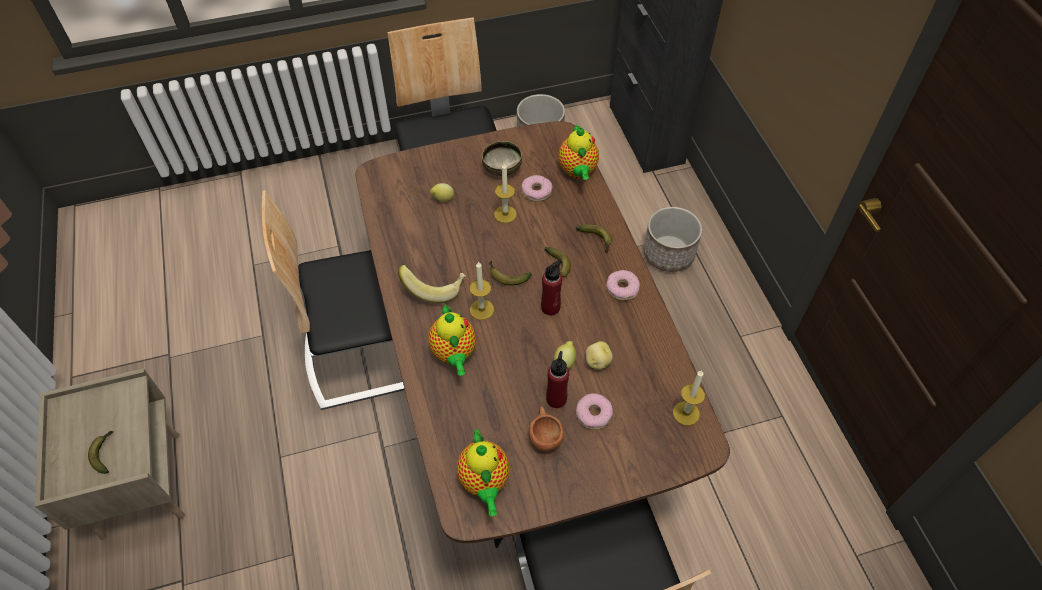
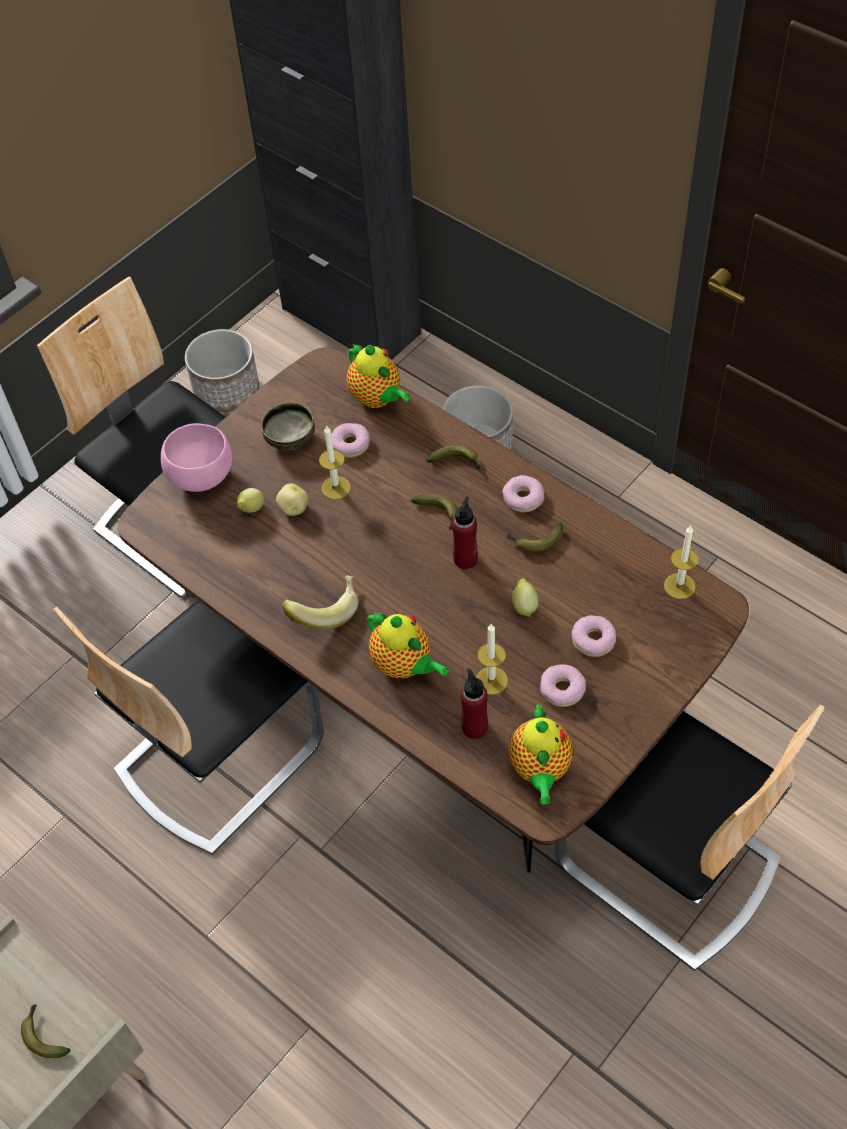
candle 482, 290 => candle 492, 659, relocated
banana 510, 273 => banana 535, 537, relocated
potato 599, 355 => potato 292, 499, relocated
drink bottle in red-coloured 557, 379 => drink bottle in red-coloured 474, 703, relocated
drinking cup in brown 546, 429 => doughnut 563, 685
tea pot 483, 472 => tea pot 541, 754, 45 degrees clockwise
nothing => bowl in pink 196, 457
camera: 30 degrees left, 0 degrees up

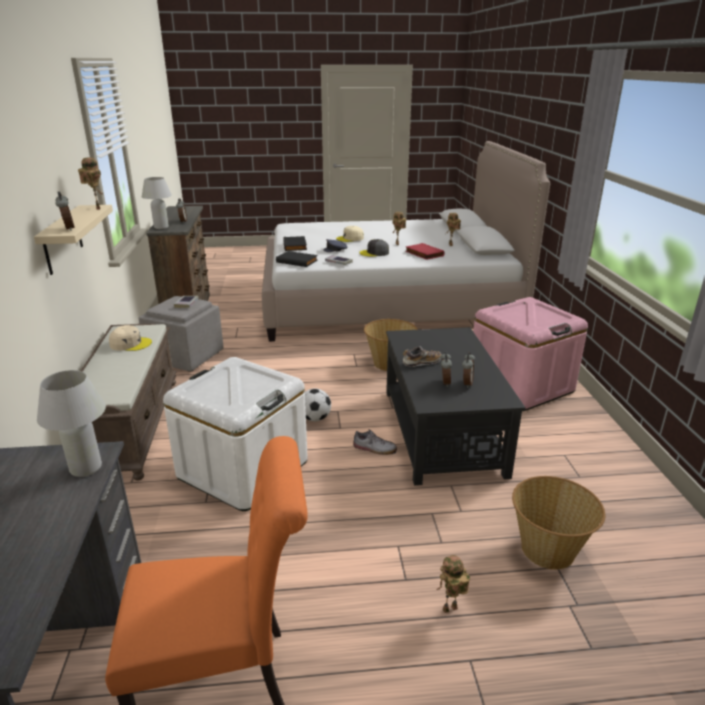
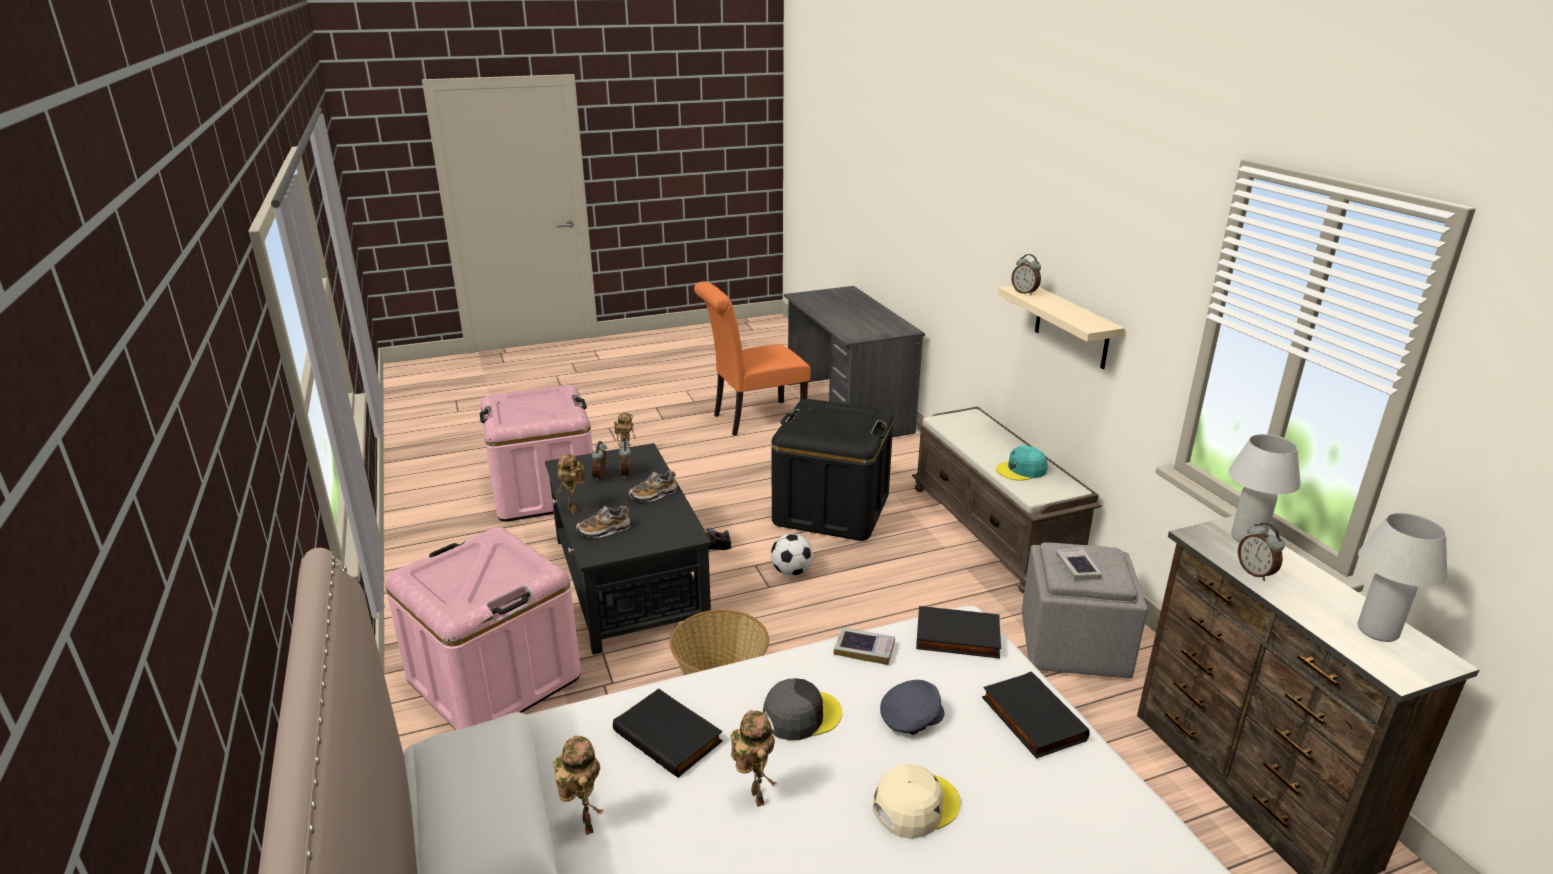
model robot 90, 183 => model robot 571, 484, relocated
volume in red-coloured 424, 251 => volume in blackish 668, 733
cap in beige-coloured 130, 338 => cap in turquoise 1021, 463
storage box in white 235, 434 => storage box in blackish 832, 470
tabletop lamp in white 71, 423 => tabletop lamp in white 1402, 577, relocated
household basket 559, 523 => storage box in pink 536, 453
nothing => item of footwear 603, 522
camera: 165 degrees right, 0 degrees up

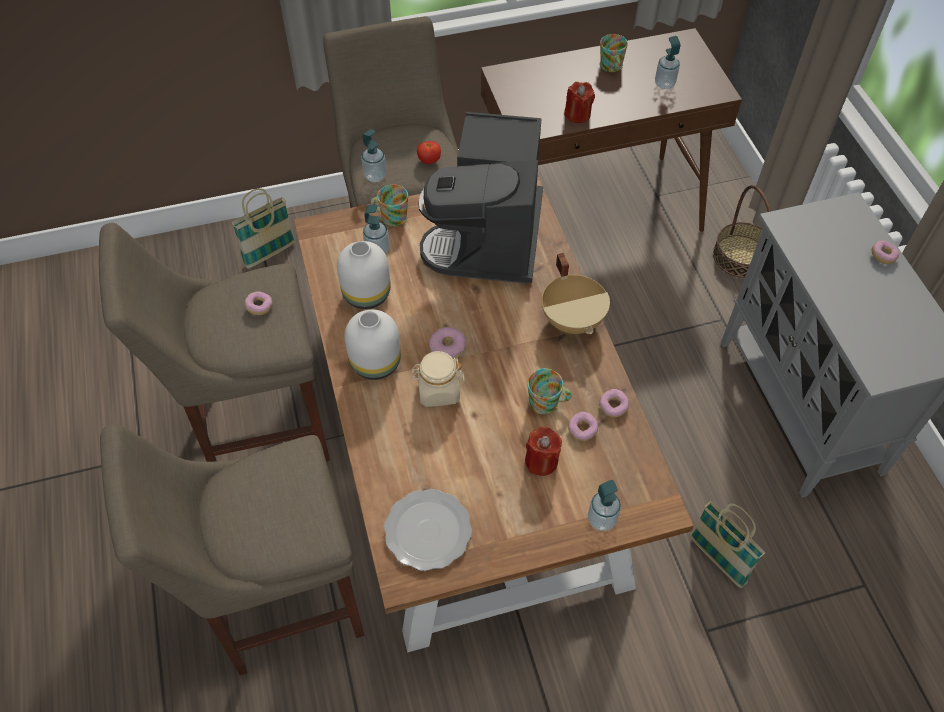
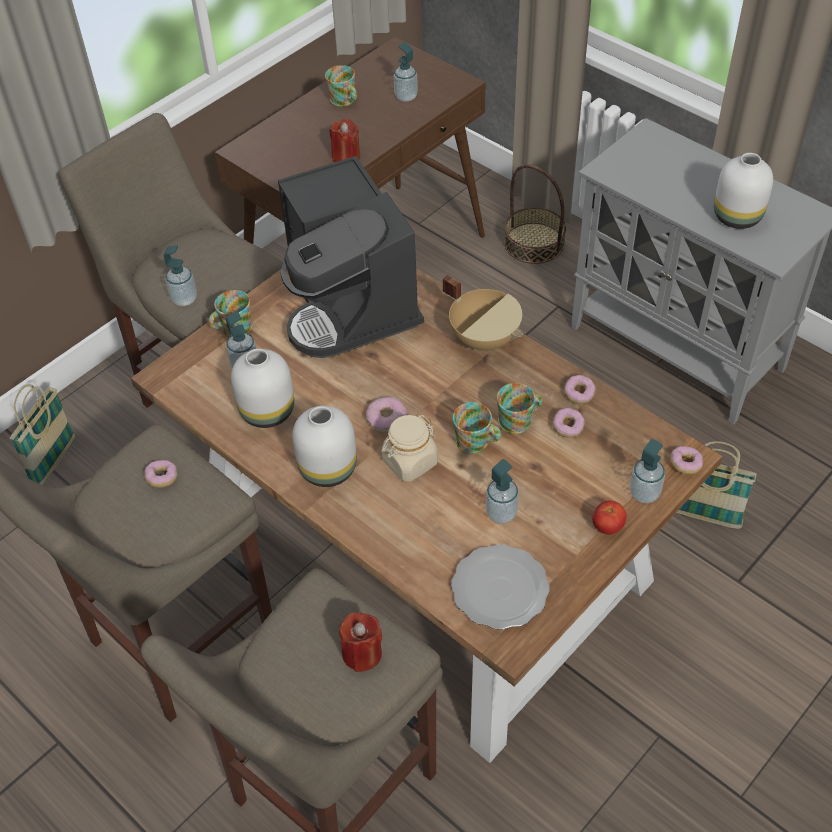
tomato 429, 152 => tomato 609, 517, relocated
doughnut 885, 252 => doughnut 686, 460, relocated
candle in red-coloured 543, 451 => candle in red-coloured 360, 642, relocated
nothing => vase in white 743, 191
nothing => tea mug 477, 428
nothing => soap dispenser 502, 491
camera: 30 degrees left, 5 degrees down

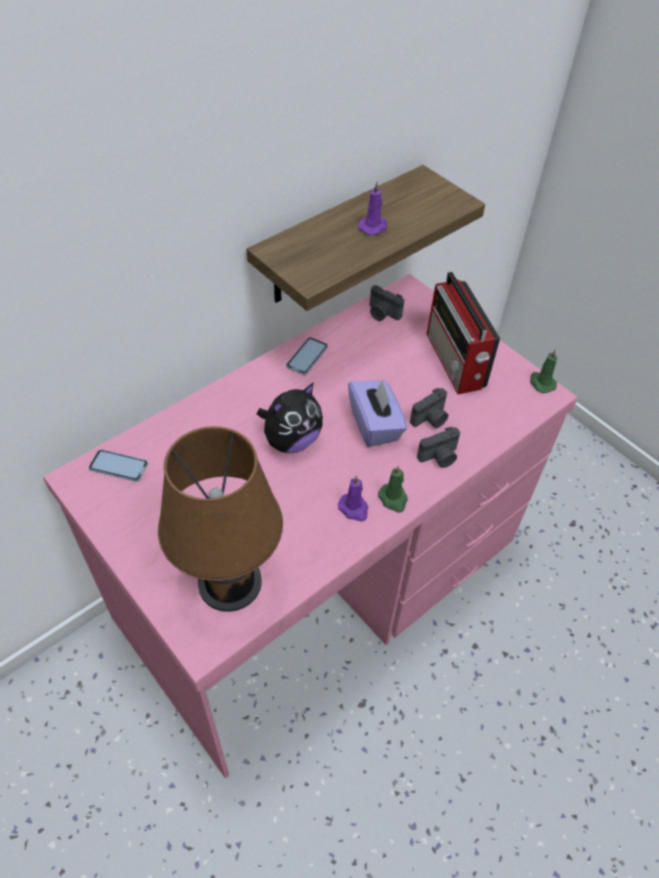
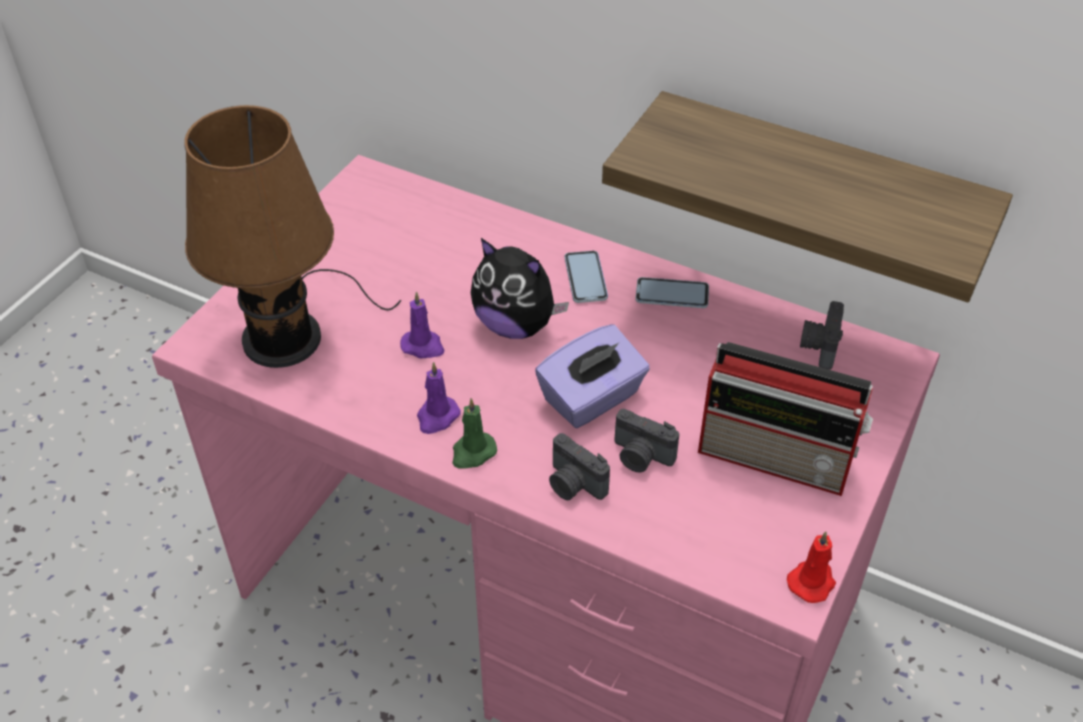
candle in purple-coloured 372, 208 => candle in purple-coloured 422, 325, relocated
radio receiver 463, 332 => radio receiver 785, 419, 120 degrees counterclockwise
candle in green-coloured 543, 371 => candle in red-coloured 811, 567
phone 118, 465 => phone 586, 277, relocated
camera: 70 degrees right, 5 degrees down

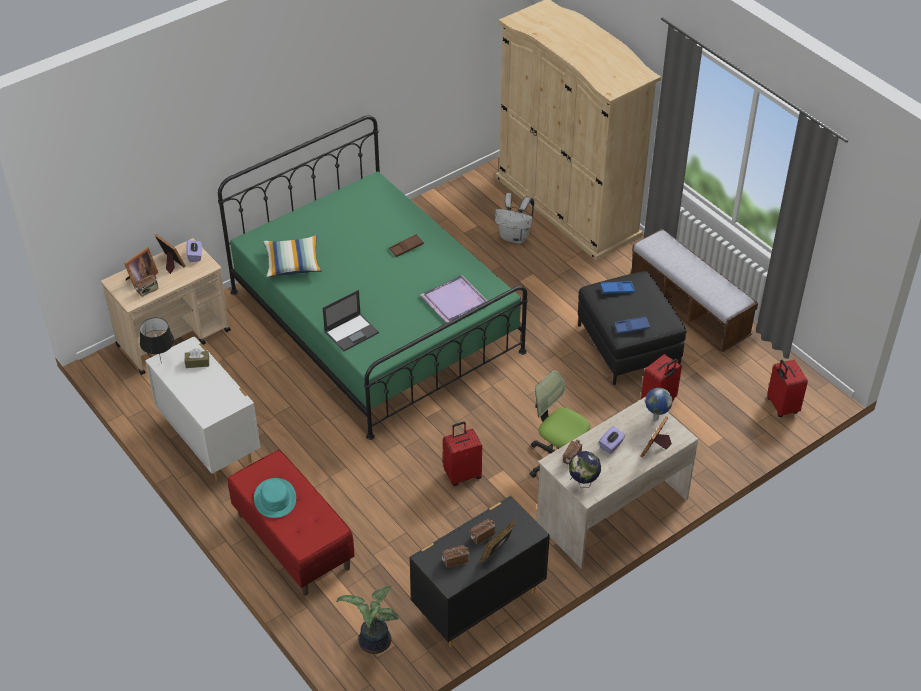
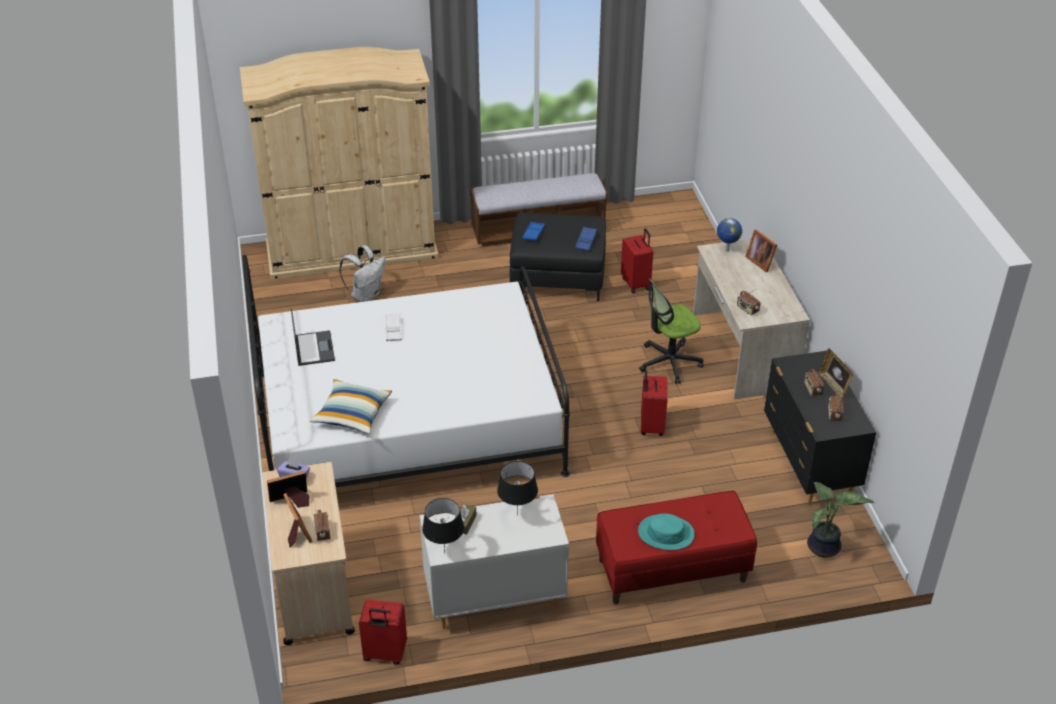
bed in green-coloured 373, 277 => bed in white 406, 371
serving tray in brown 406, 245 => serving tray in white 393, 327
serving tray in purple-coloured 454, 299 => nothing
laptop 351, 321 => laptop 313, 337, relocated
suitcase in red-coloured 787, 388 => suitcase in red-coloured 383, 632, relocated
tissue holder in purple-coloured 612, 440 => nothing
world globe 585, 469 => nothing
nothing => tabletop lamp in blackish 517, 488
camera: 65 degrees left, 5 degrees down

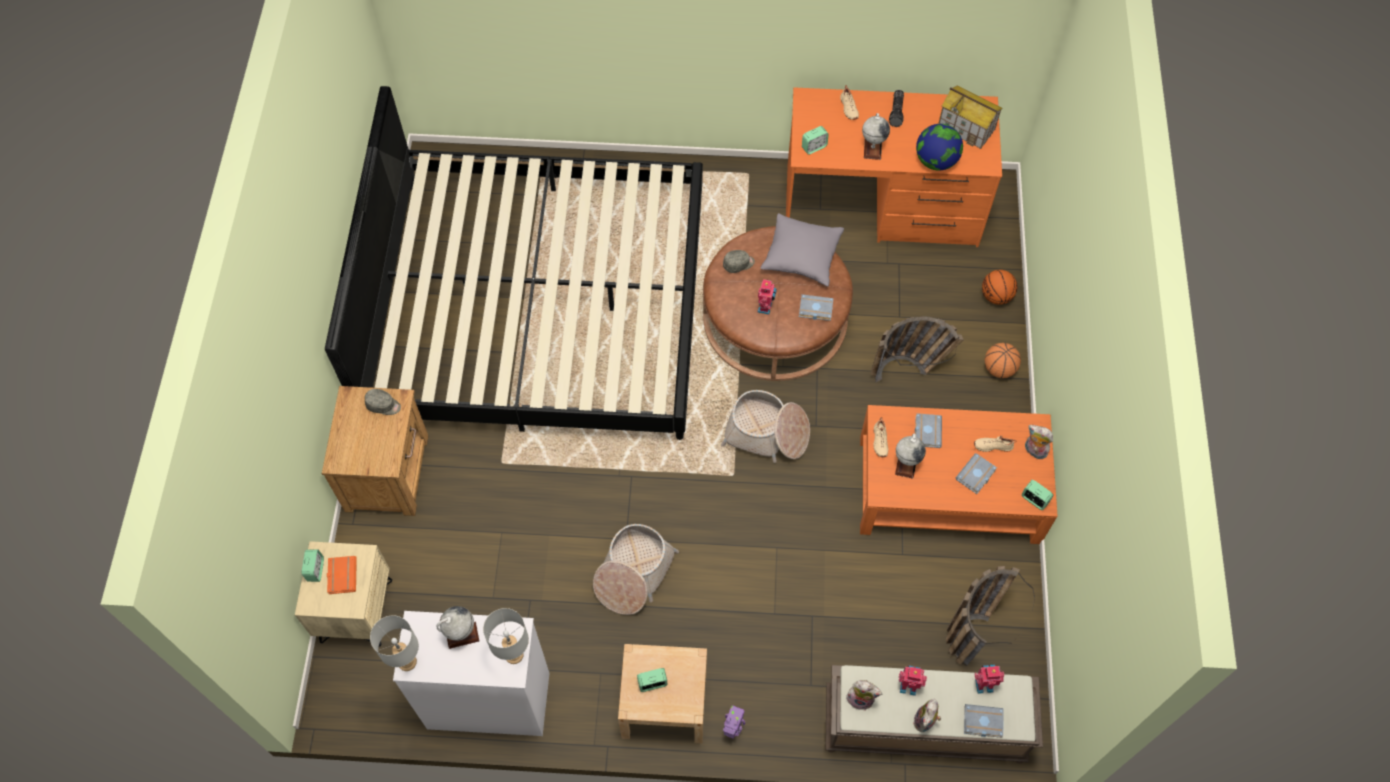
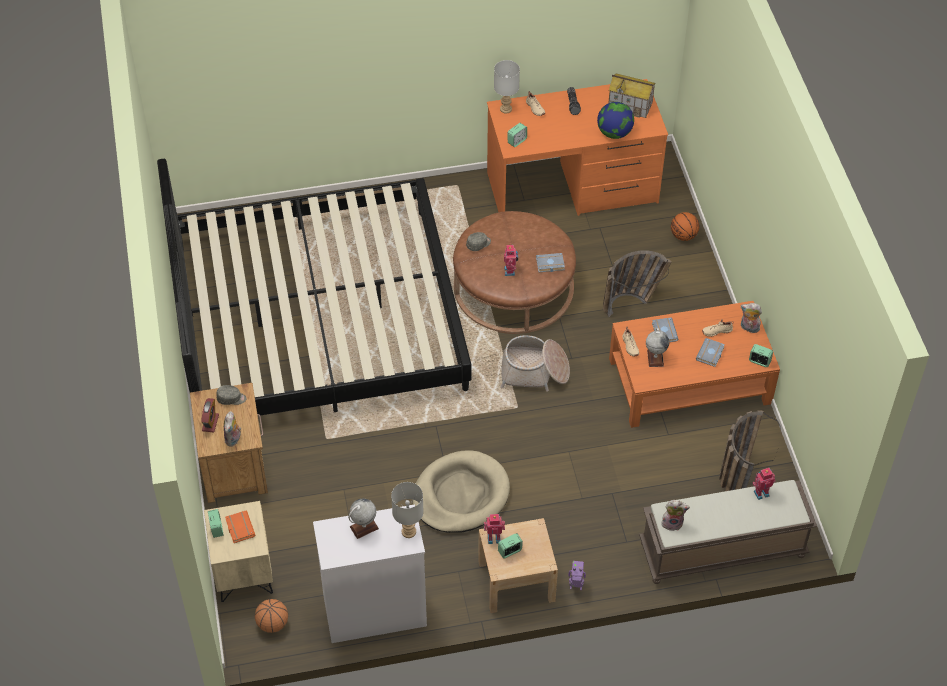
world globe 876, 136 => nothing
pillow in grey 802, 249 => nothing
basketball 1002, 360 => basketball 271, 616, relocated
household basket 636, 569 => dog bed in beige-coloured 461, 491
tabletop lamp in grey 394, 643 => tabletop lamp in grey 507, 87, relocated
model robot 913, 680 => model robot 494, 529, relocated
cuddly toy 927, 715 => cuddly toy 233, 429, relocated
volume in grey 984, 721 => nothing
nothing => table clock 210, 415
camera: 15 degrees left, 10 degrees down

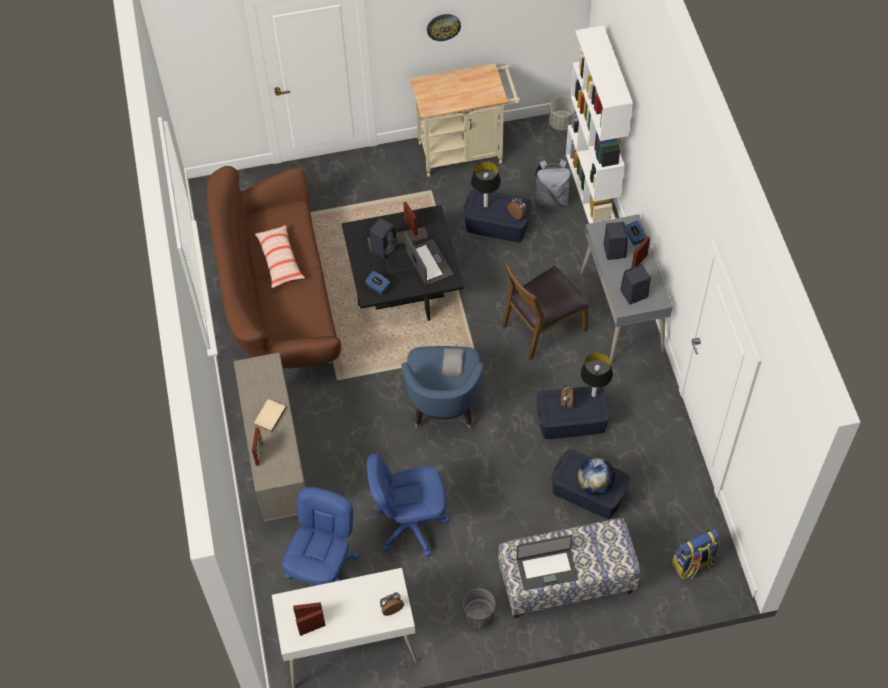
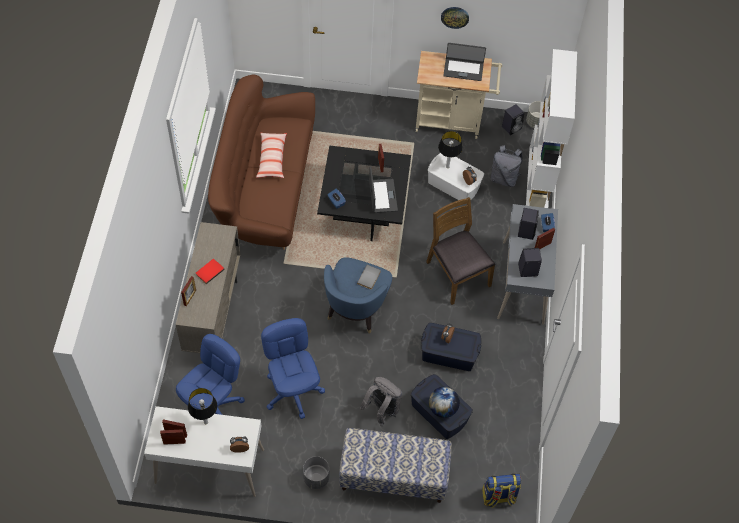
storage box in blue-coloured 497, 216 => storage box in white 456, 177
loudspeaker in blackish 383, 238 => loudspeaker in blackish 513, 119, relocated
chair in brown 545, 311 => chair in brown 461, 251, 75 degrees clockwise
tabletop lamp 596, 375 => tabletop lamp 202, 406, relocated
volume in beige-coloured 270, 415 => volume in red-coloured 210, 271
office chair in blue-coloured 408, 506 => office chair in blue-coloured 293, 368, 60 degrees clockwise
laptop 547, 562 => laptop 464, 62, relocated
nothing => knapsack in grey 381, 401
camera: 15 degrees right, 0 degrees up

